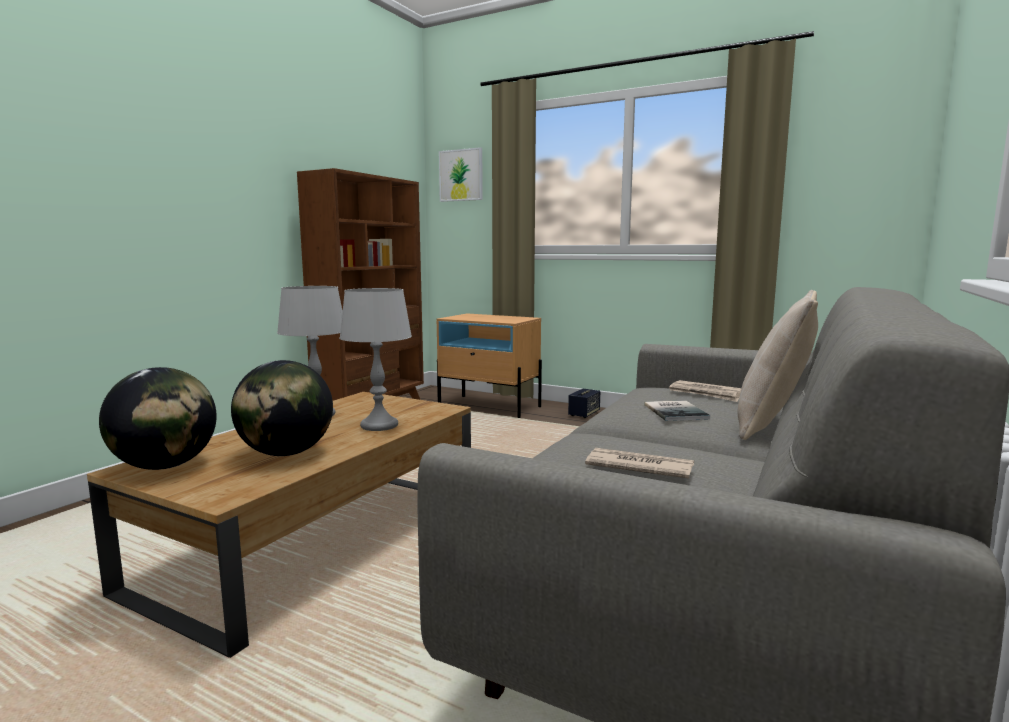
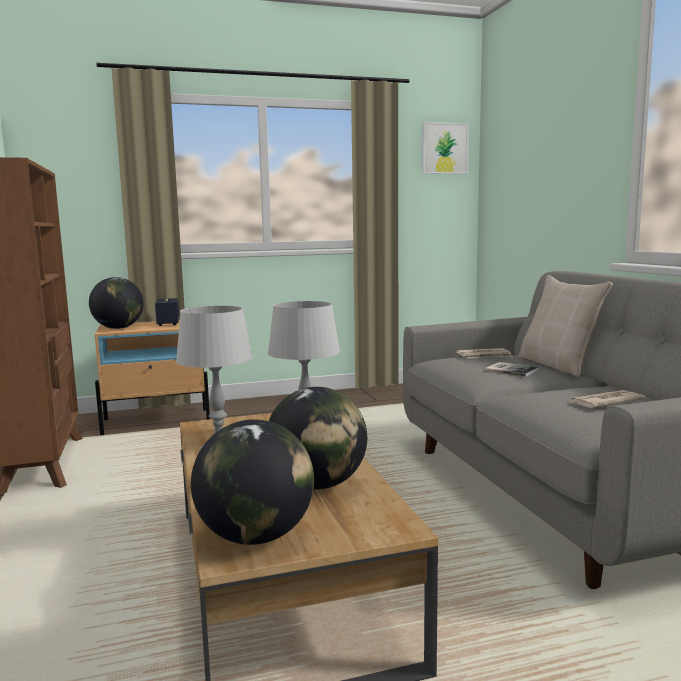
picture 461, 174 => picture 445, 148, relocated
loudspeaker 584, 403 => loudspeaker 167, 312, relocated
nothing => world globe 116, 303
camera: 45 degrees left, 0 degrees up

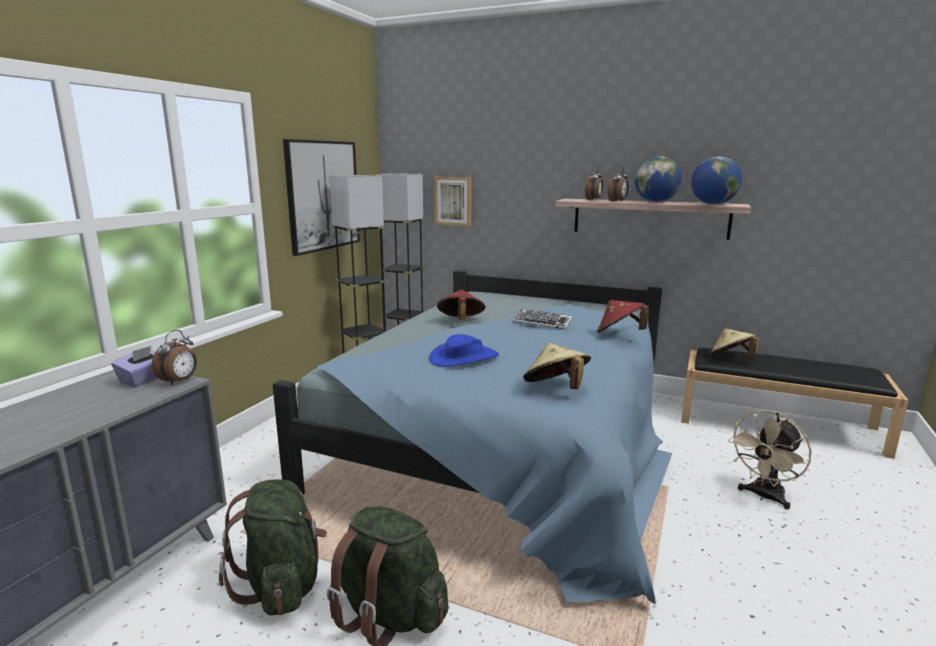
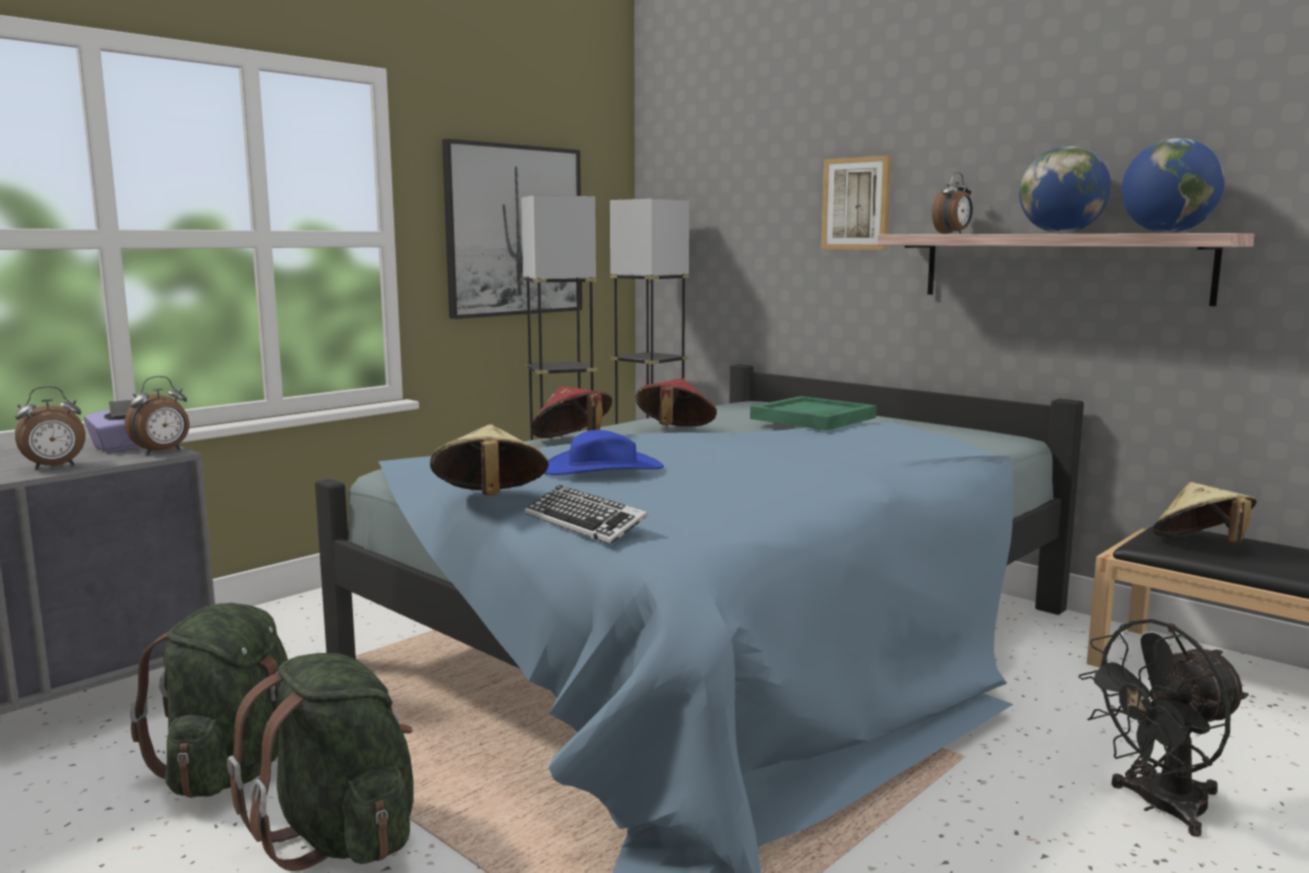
table clock 618, 184 => table clock 50, 428, relocated
picture 452, 201 => picture 856, 202, relocated
hat in red-coloured 623, 316 => hat in red-coloured 571, 412, relocated
computer keyboard 542, 319 => computer keyboard 586, 514, relocated
hat in beige-coloured 557, 366 => hat in beige-coloured 489, 460, relocated
fan in beige-coloured 770, 460 => fan in blackish 1164, 728
nothing => serving tray in green-coloured 813, 413
camera: 20 degrees right, 5 degrees down

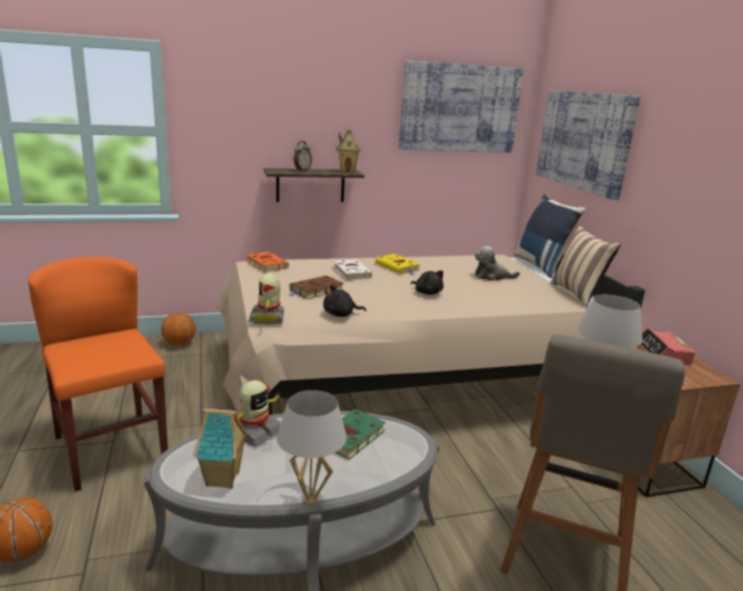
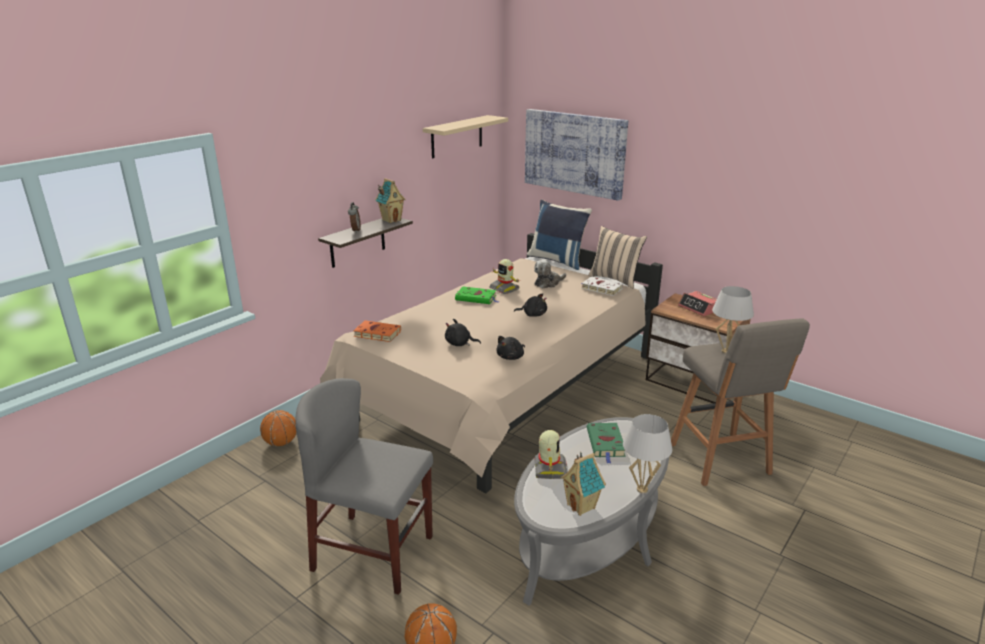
picture 461, 106 => wall shelf in beige-coloured 465, 136
volume in yellow 397, 265 => volume in green-coloured 477, 295
chair in orangey 98, 374 => chair in grey 364, 486
volume in white 353, 270 => volume in white 602, 286, relocated
model robot 266, 299 => model robot 504, 276, relocated
volume in brown 316, 287 => cuddly toy in blackish 463, 332
camera: 35 degrees left, 5 degrees up

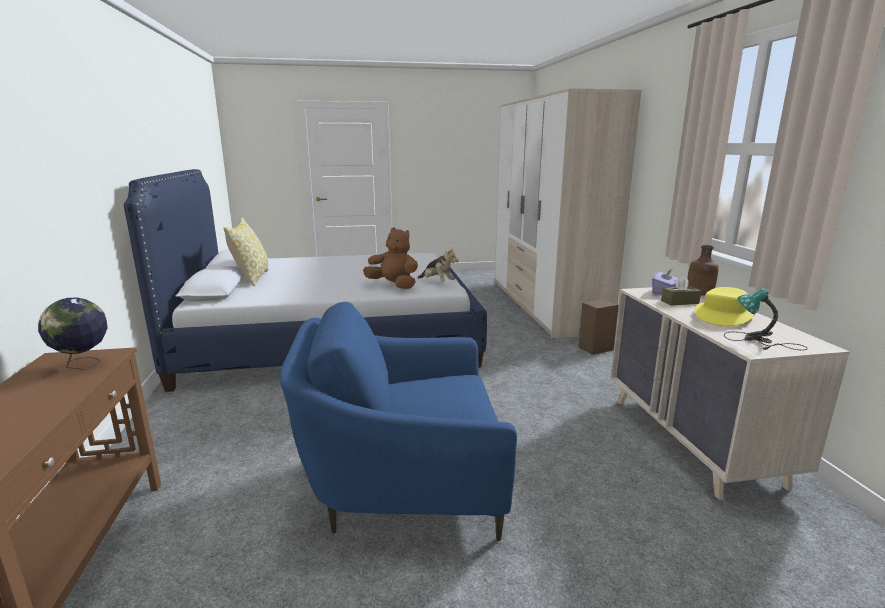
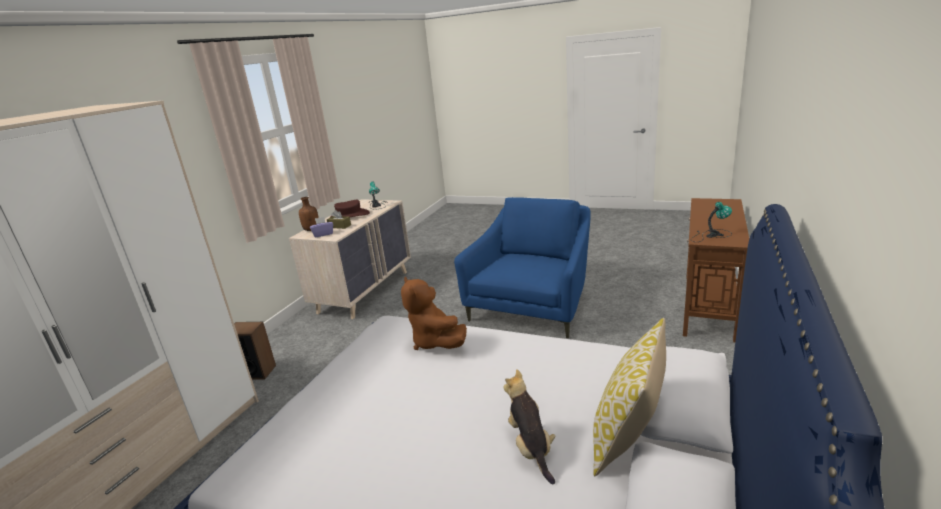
cuddly toy 438, 264 => cuddly toy 529, 427, relocated
hat in yellow 724, 306 => hat in brown 350, 208
world globe 73, 334 => tabletop lamp 711, 222
lounge chair in blue-coloured 398, 421 => lounge chair in blue-coloured 522, 267, 90 degrees counterclockwise
camera: 145 degrees left, 5 degrees up

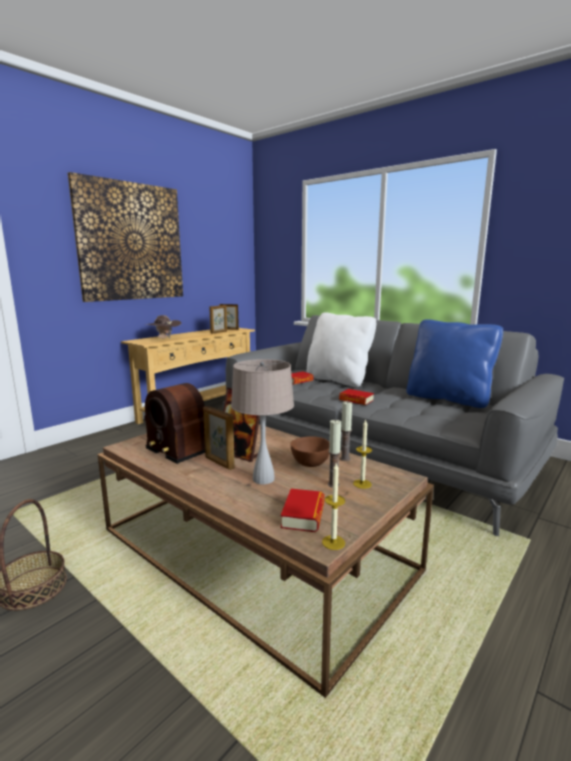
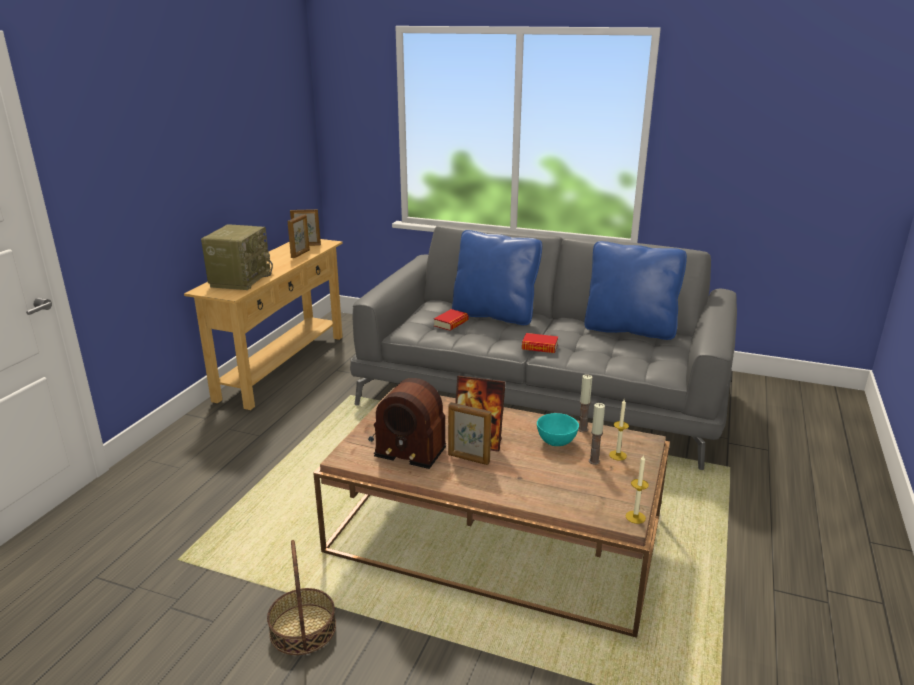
picture 125, 237 => nothing
pillow in white 341, 349 => pillow in blue-coloured 497, 277
hat in brown 163, 327 => radio receiver 237, 257
tabletop lamp in beige-coloured 262, 422 => nothing
bowl in brown 309, 451 => bowl in turquoise 558, 429
volume 303, 510 => nothing
camera: 20 degrees left, 10 degrees up

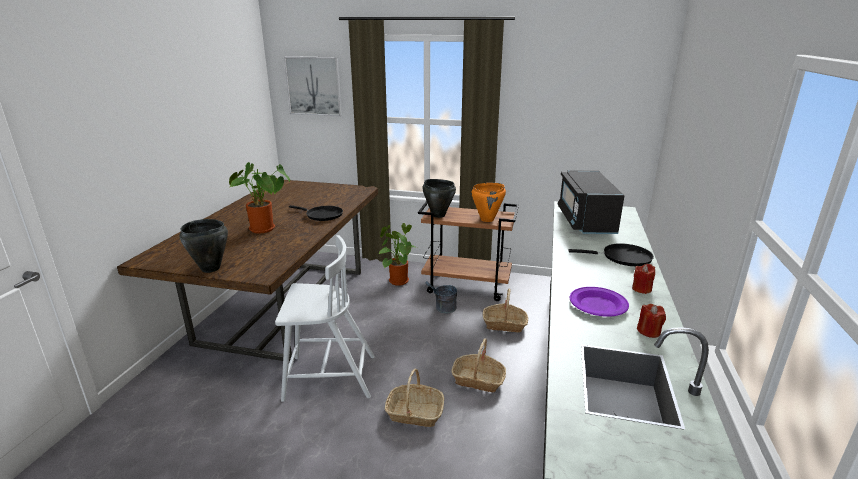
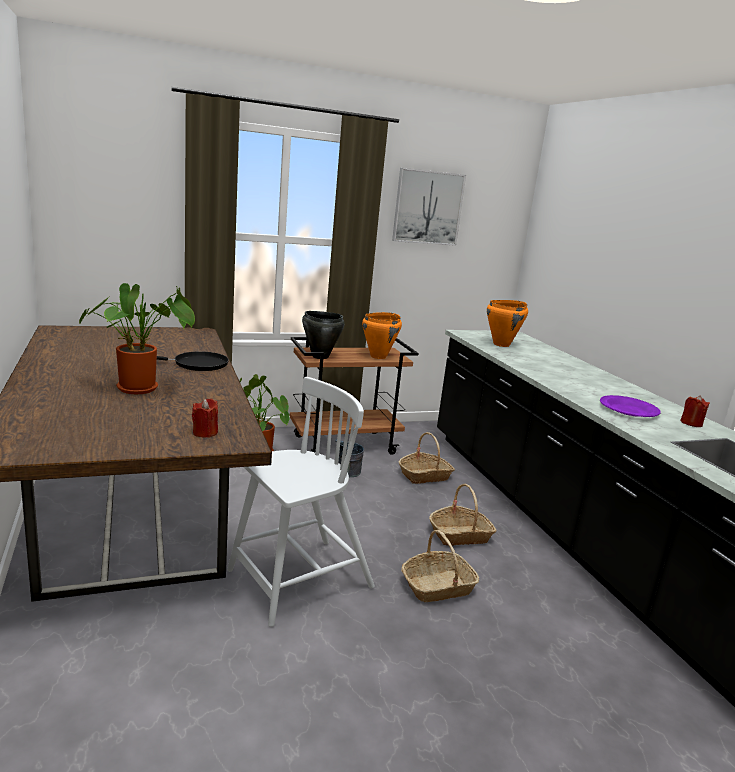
picture 313, 86 => picture 429, 207, relocated
microwave in blackish 591, 202 => saucepot in orangey 507, 323
saucepot in blackish 204, 246 => nothing
skillet in blackish 611, 254 => nothing
candle in red-coloured 643, 279 => candle in red-coloured 205, 418, relocated
camera: 35 degrees left, 5 degrees down

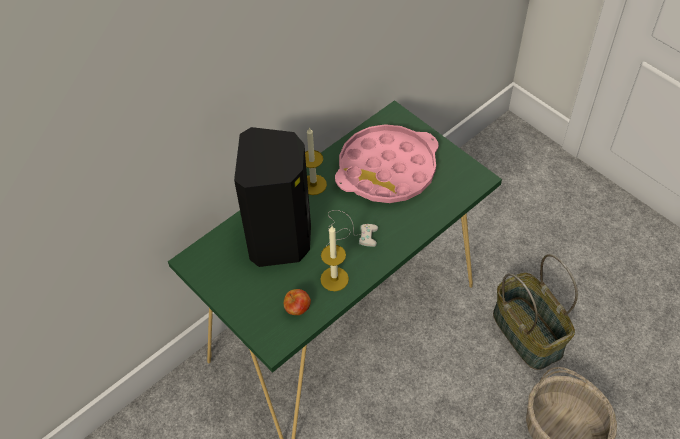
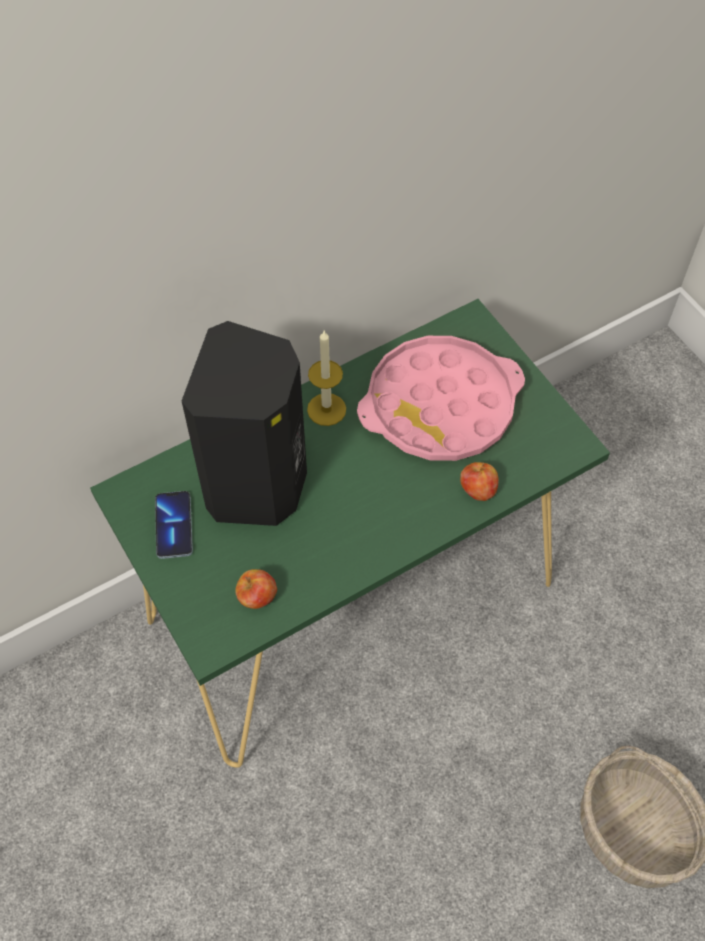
gamepad in white 352, 228 => nothing
candle 334, 258 => nothing
household basket 535, 312 => nothing
nothing => apple fruit 479, 481
nothing => phone 174, 525
camera: 10 degrees right, 5 degrees up

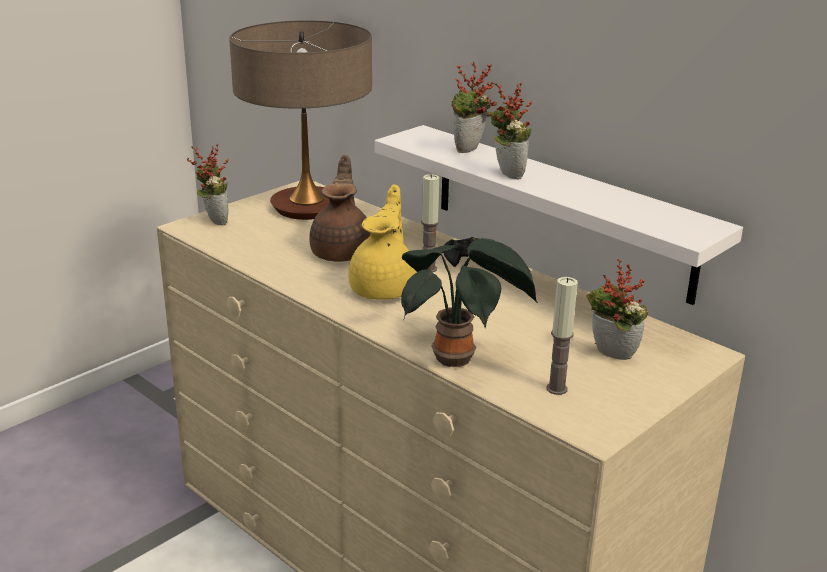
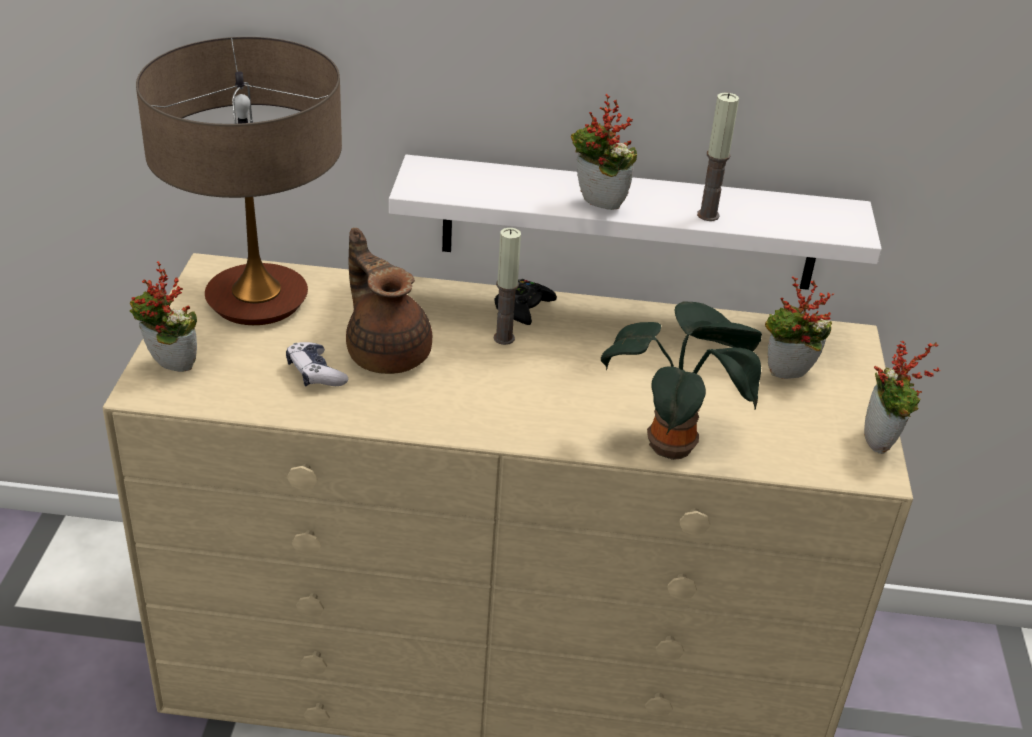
plant in a pot 472, 107 => plant in a pot 902, 397, relocated
tea pot in yellow 383, 242 => nothing
candle 562, 336 => candle 718, 156, relocated
nothing => gamepad 317, 364
camera: 40 degrees left, 10 degrees up

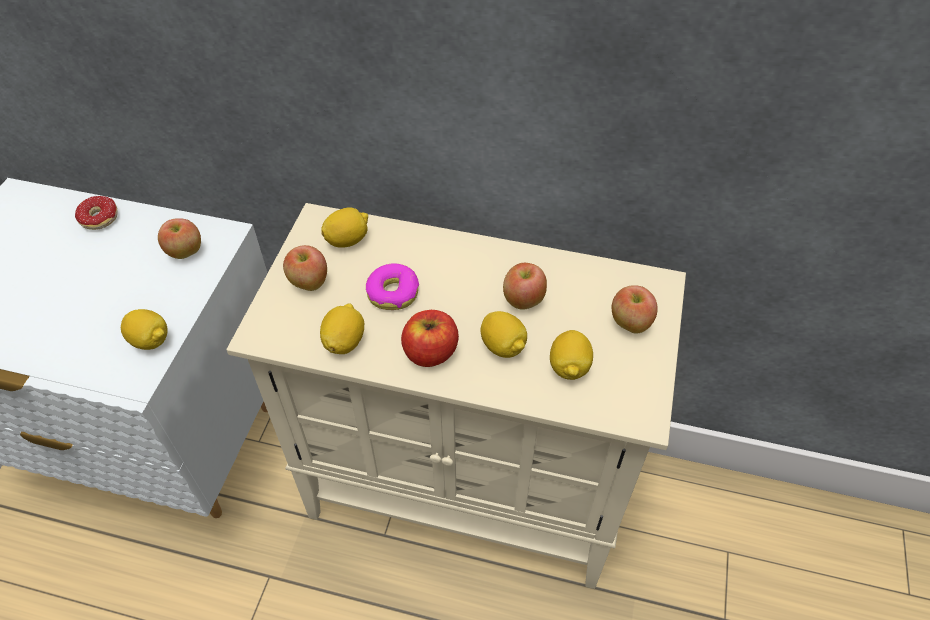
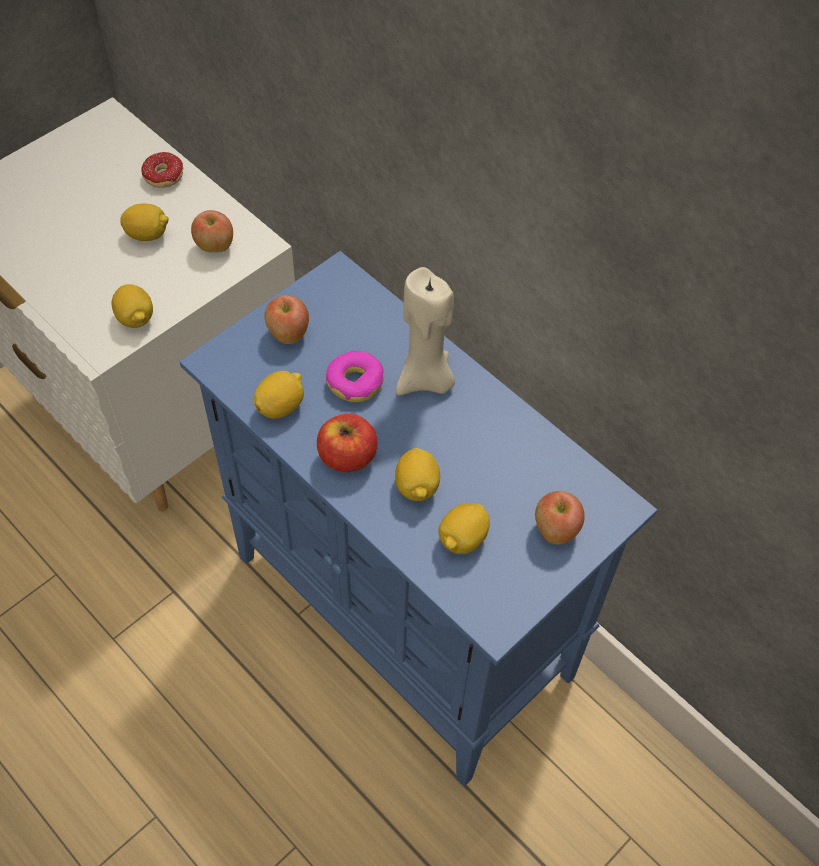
cupboard in beige-coloured 456, 396 => cupboard in blue-coloured 418, 518
whole lemon 344, 227 => whole lemon 144, 222, relocated
apple fruit 525, 286 => nothing
nothing => candle in beige-coloured 425, 331
camera: 30 degrees right, 5 degrees up

